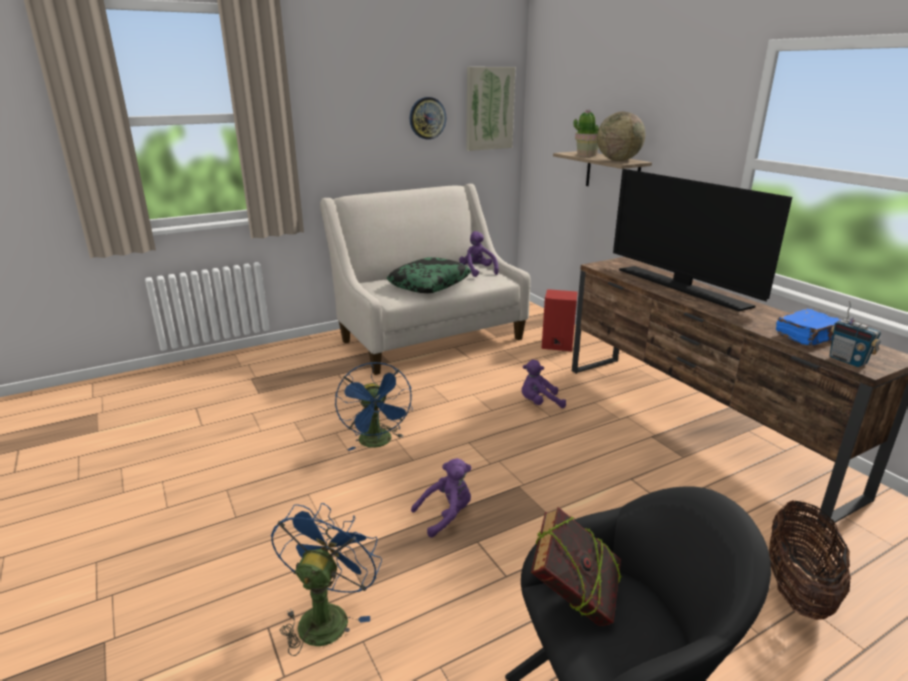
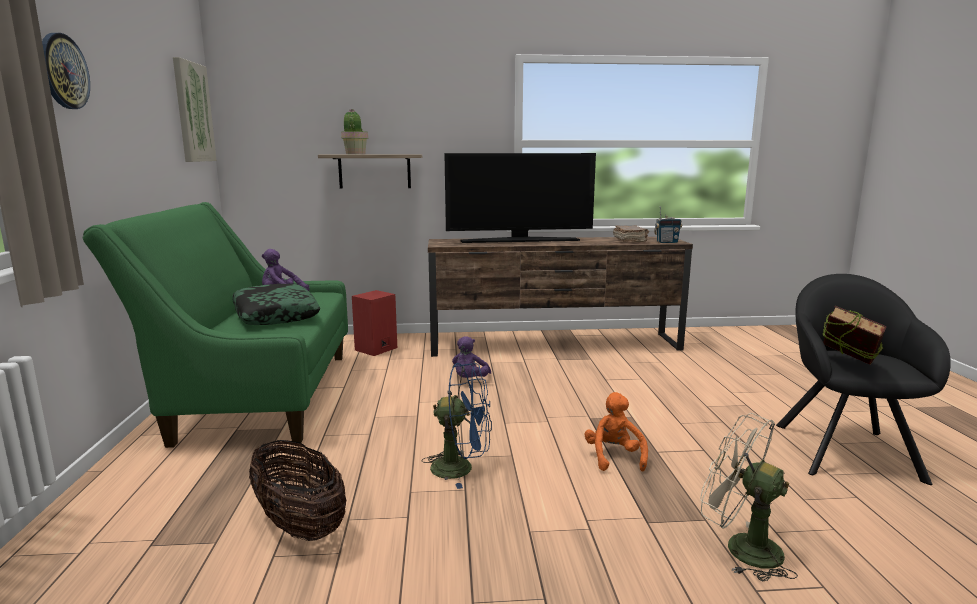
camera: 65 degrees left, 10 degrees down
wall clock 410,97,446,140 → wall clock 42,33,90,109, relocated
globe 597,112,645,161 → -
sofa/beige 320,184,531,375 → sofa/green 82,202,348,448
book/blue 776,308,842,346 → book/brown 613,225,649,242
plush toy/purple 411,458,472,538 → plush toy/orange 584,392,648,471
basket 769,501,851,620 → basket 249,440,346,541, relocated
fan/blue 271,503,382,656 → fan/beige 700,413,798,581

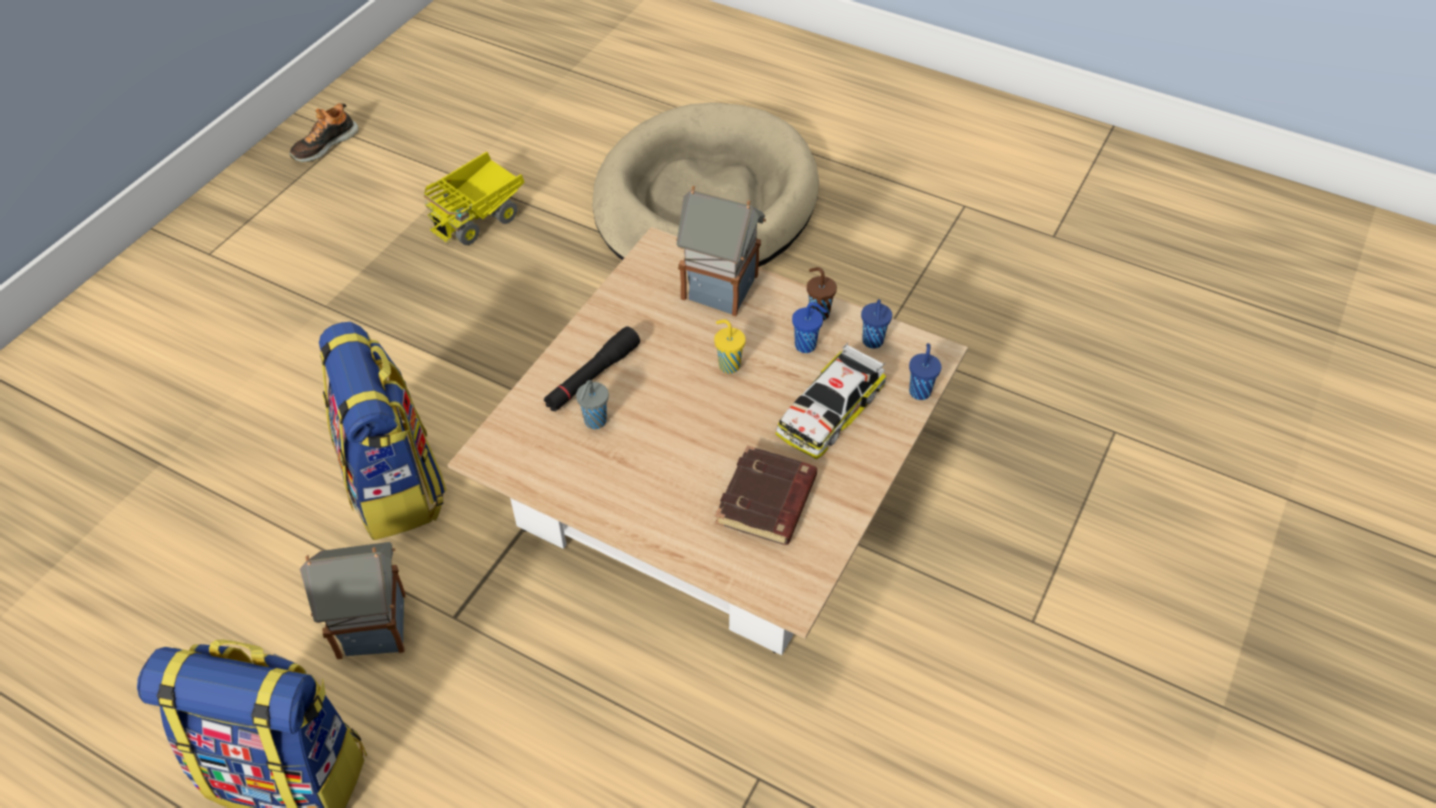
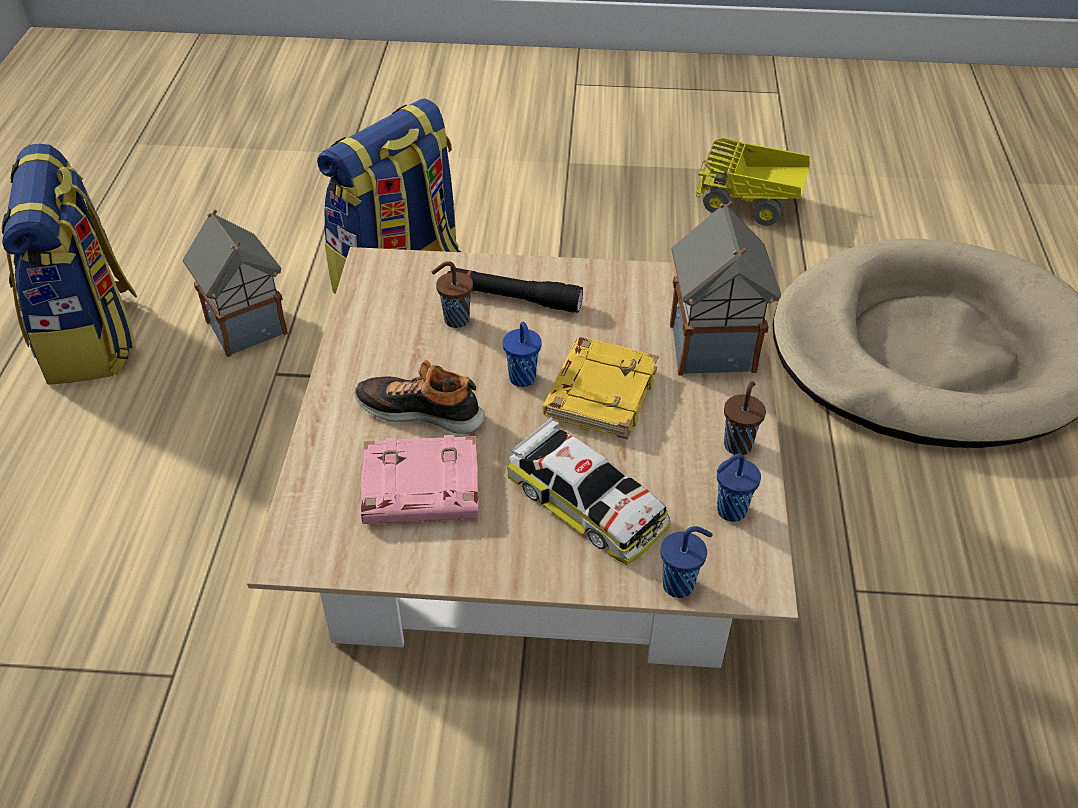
camera: 65 degrees right, 5 degrees down
shoe 289,103,359,162 → shoe 354,360,485,434, relocated
cup/blue 792,302,827,353 → cup/blue 503,322,542,387, relocated
cup/yellow 714,319,746,374 → book/yellow 543,338,659,439
toy car 775,343,886,459 → toy car 507,416,671,565, 150 degrees counterclockwise
cup/grey 576,380,609,429 → cup/brown 432,261,473,328
book/brown 715,445,817,545 → book/pink 361,435,479,524

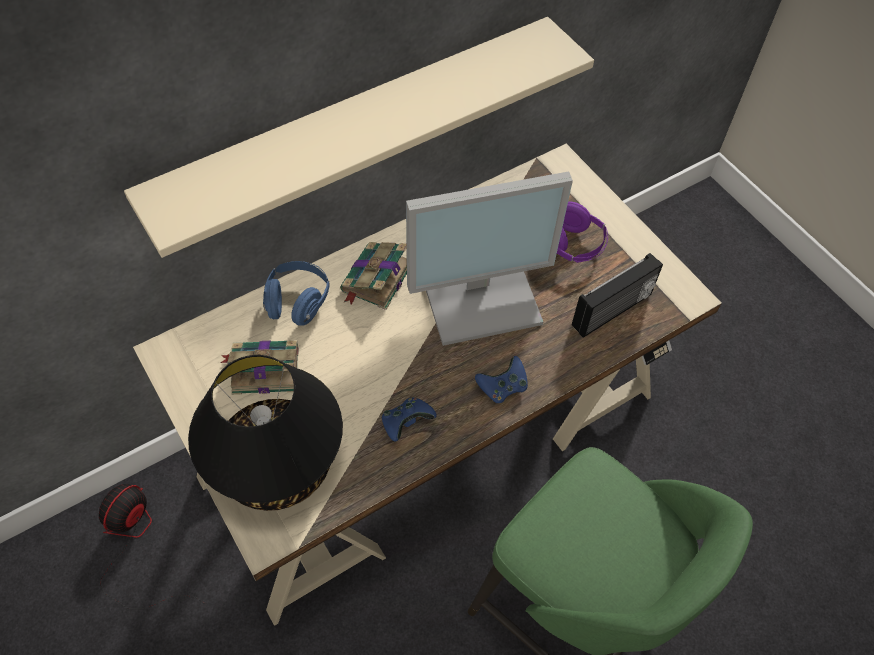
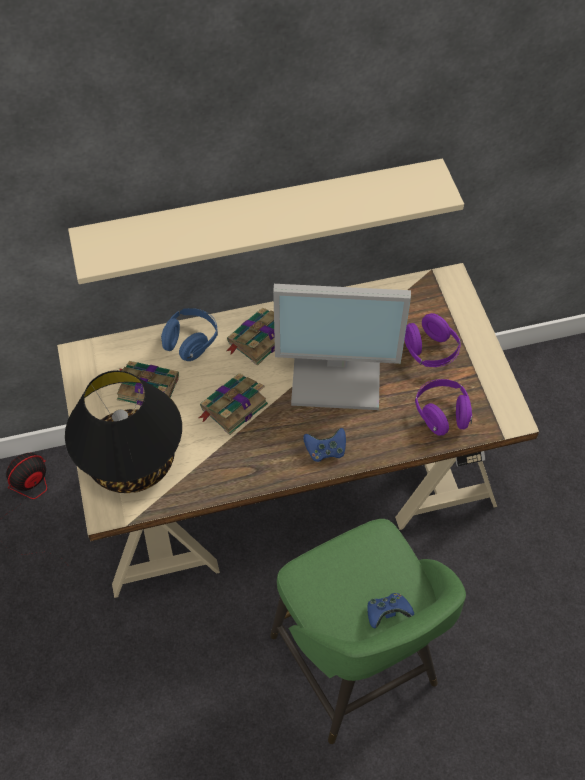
camera: 20 degrees right, 0 degrees up
radio 572,253,663,338 → headphones/purple 415,379,472,436
game controller/blue 382,398,437,441 → game controller/blue 367,593,414,628, relocated
- → book 199,373,268,435

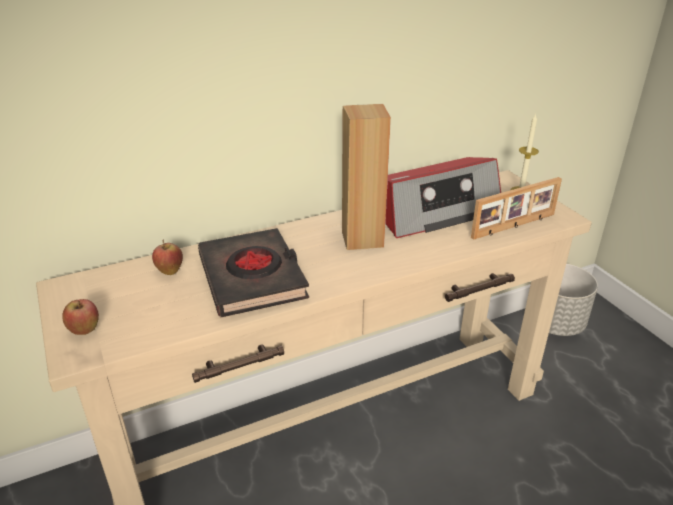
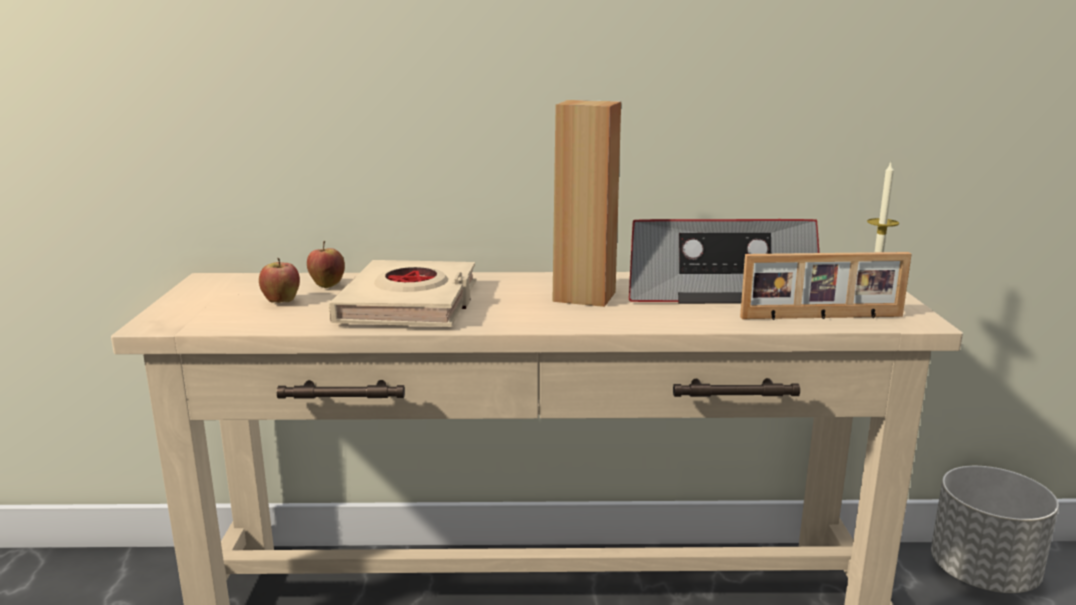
camera: 25 degrees right, 15 degrees down
book/black 198,228,309,317 → book/beige 328,260,477,327
apple 62,299,99,335 → apple 259,258,300,303, relocated

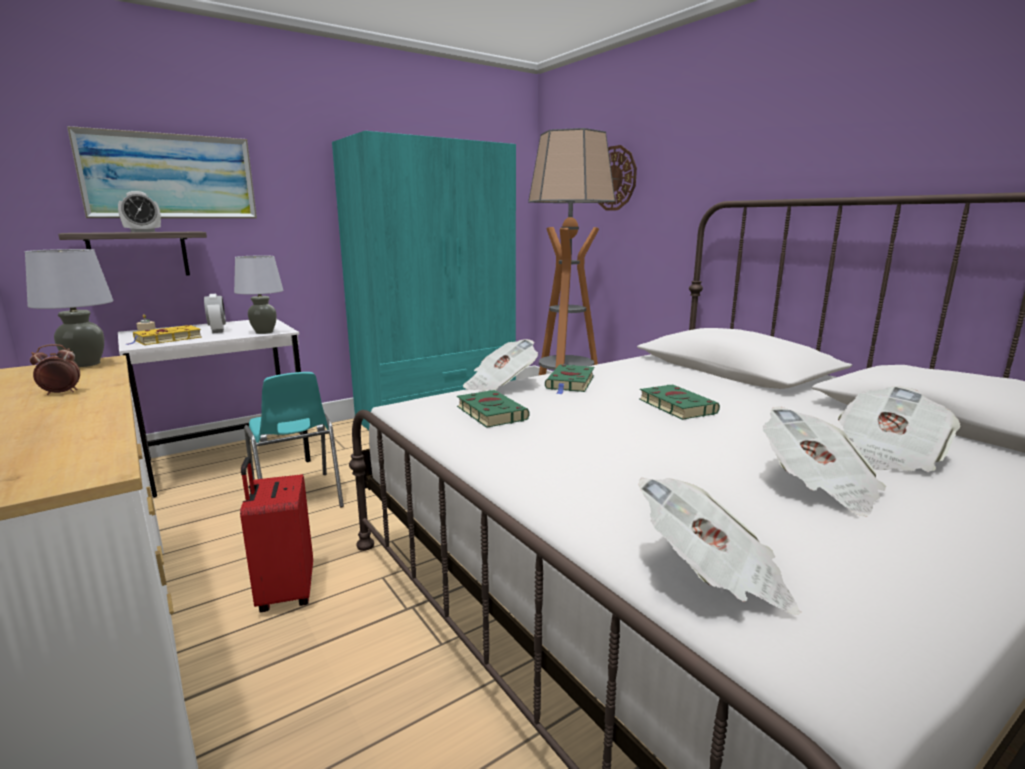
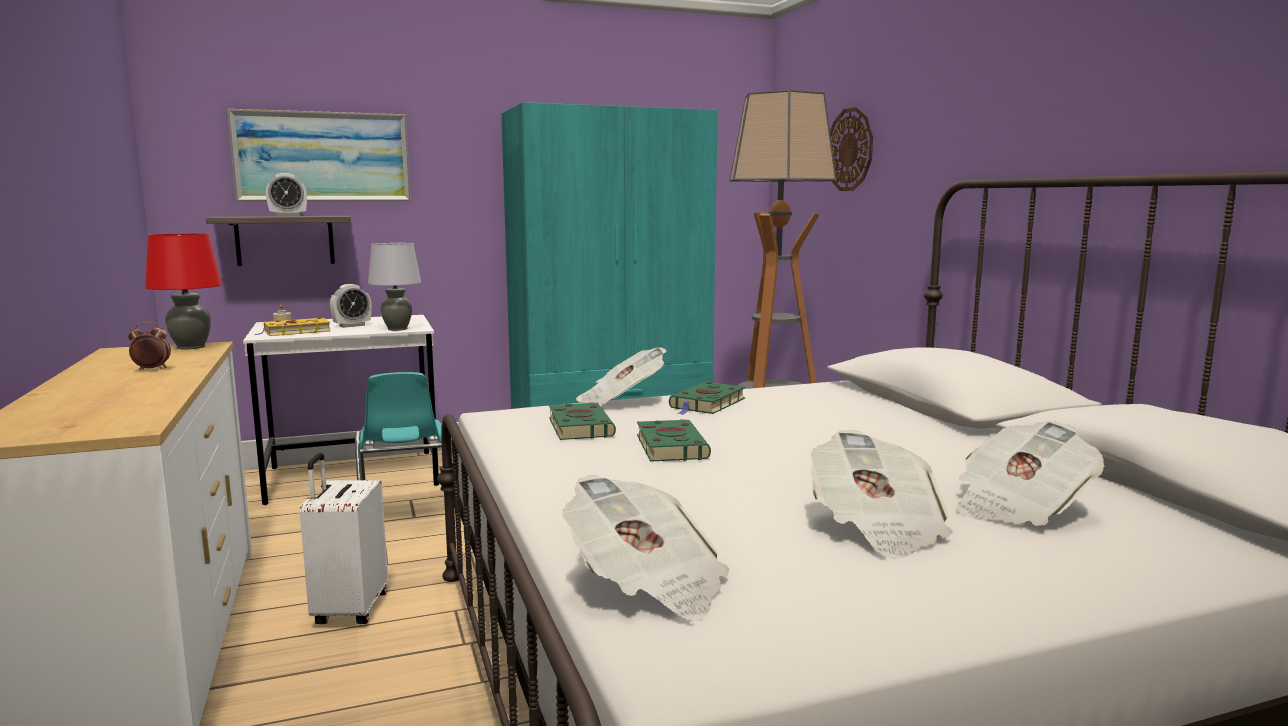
camera: 15 degrees right, 5 degrees down
table lamp/grey 25,249,114,367 → table lamp/red 145,233,222,350
alarm clock 204,294,226,333 → alarm clock 330,284,372,328, 60 degrees clockwise
book/green 639,384,720,420 → book/green 637,419,711,462, relocated
suitcase/red 240,457,313,612 → suitcase/white 300,453,388,624

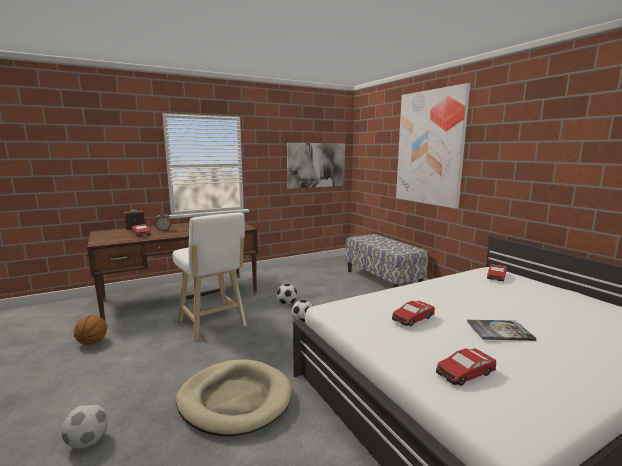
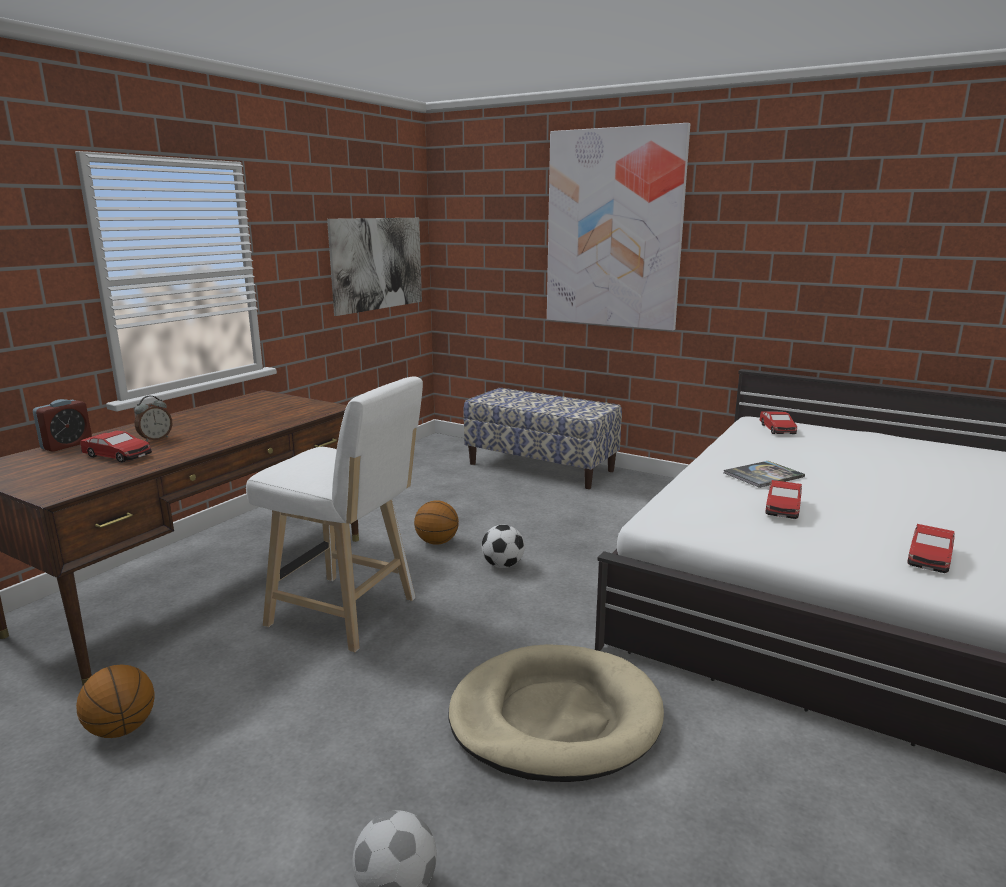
camera: 30 degrees left, 5 degrees up
football 277,284,298,305 → basketball 414,500,459,545
book 467,320,537,341 → book 724,461,805,488, relocated

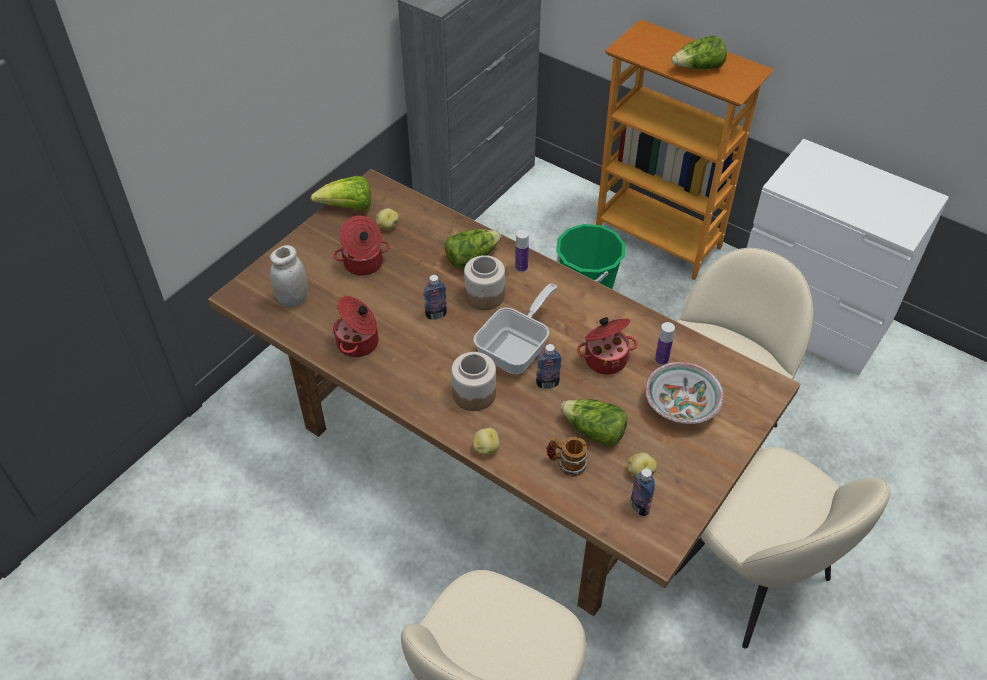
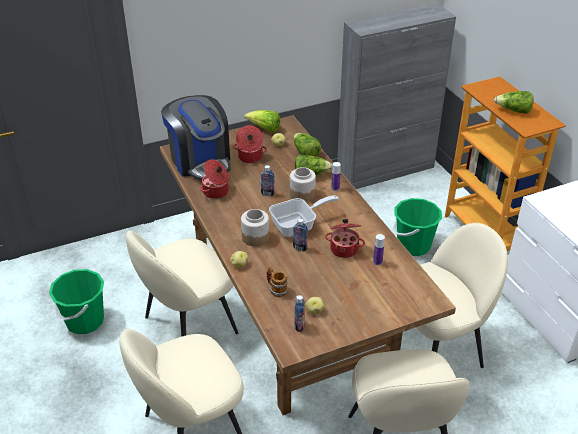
camera: 30 degrees right, 10 degrees down
jar/white 270,245,308,308 → coffee machine 161,95,231,181
bowl 645,362,724,424 → -
lettuce 561,399,628,447 → lettuce 294,133,321,157, relocated
- → chair/beige 126,230,238,337
- → bucket/green 49,269,104,334

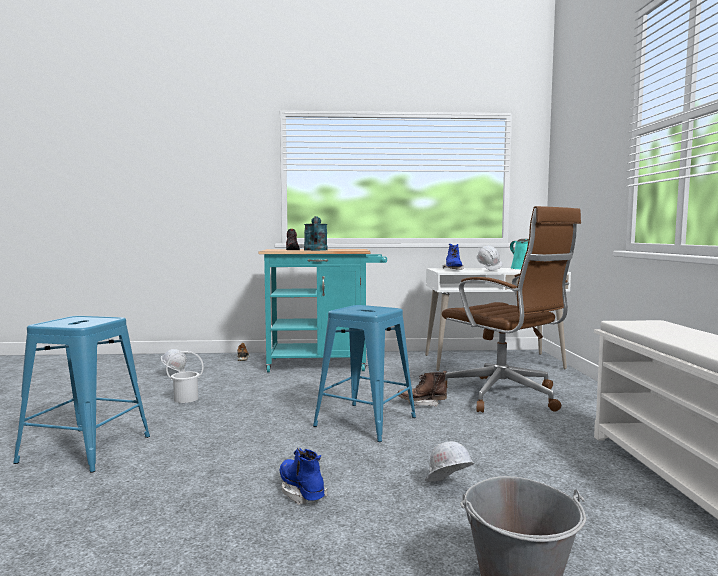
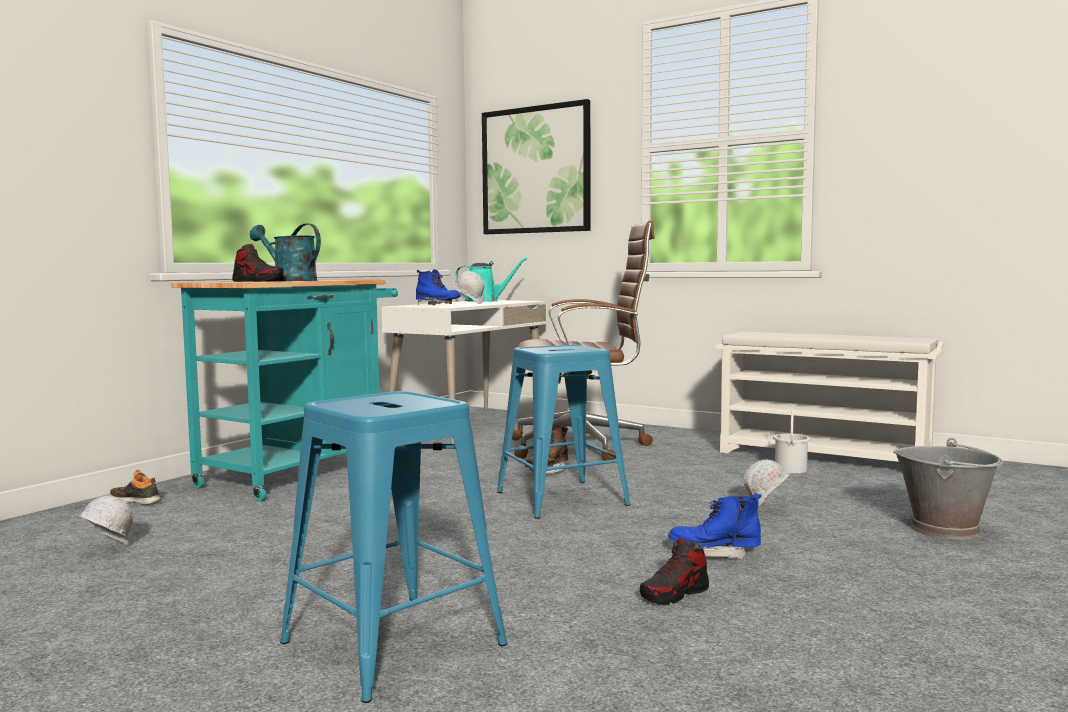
camera: 55 degrees left, 0 degrees up
bucket/white 166,351,204,403 → bucket/white 773,404,811,474, relocated
- → picture 482,99,590,234
- → shoe 640,538,709,605

